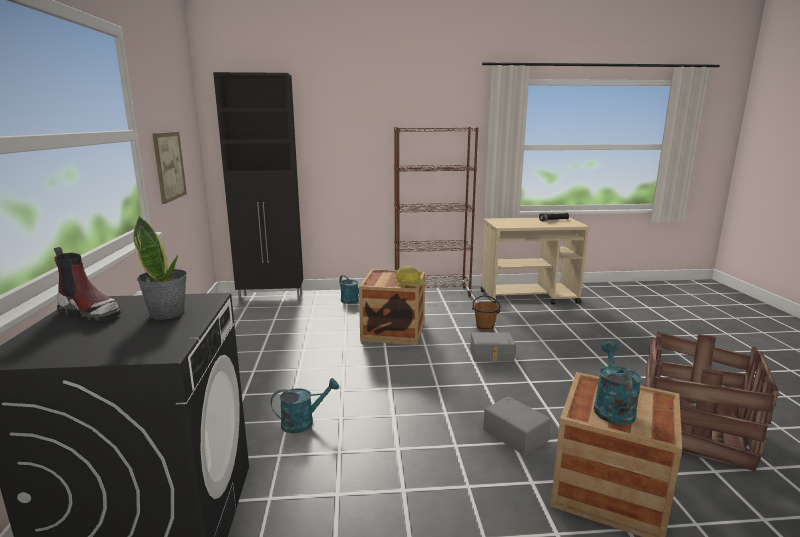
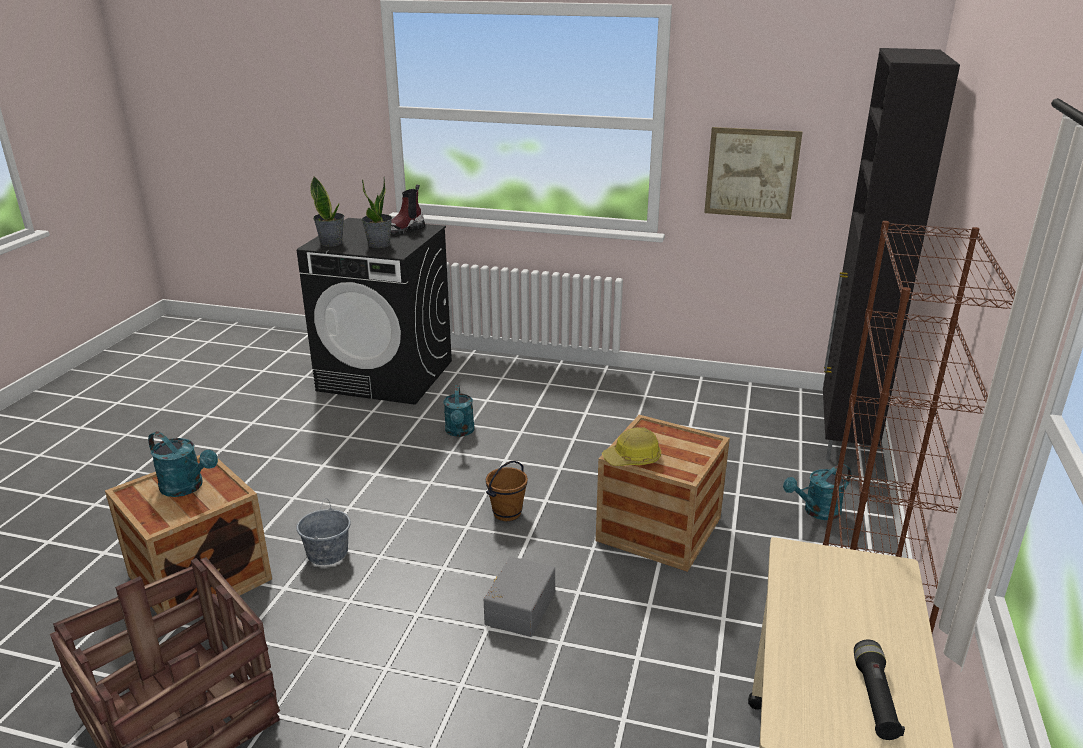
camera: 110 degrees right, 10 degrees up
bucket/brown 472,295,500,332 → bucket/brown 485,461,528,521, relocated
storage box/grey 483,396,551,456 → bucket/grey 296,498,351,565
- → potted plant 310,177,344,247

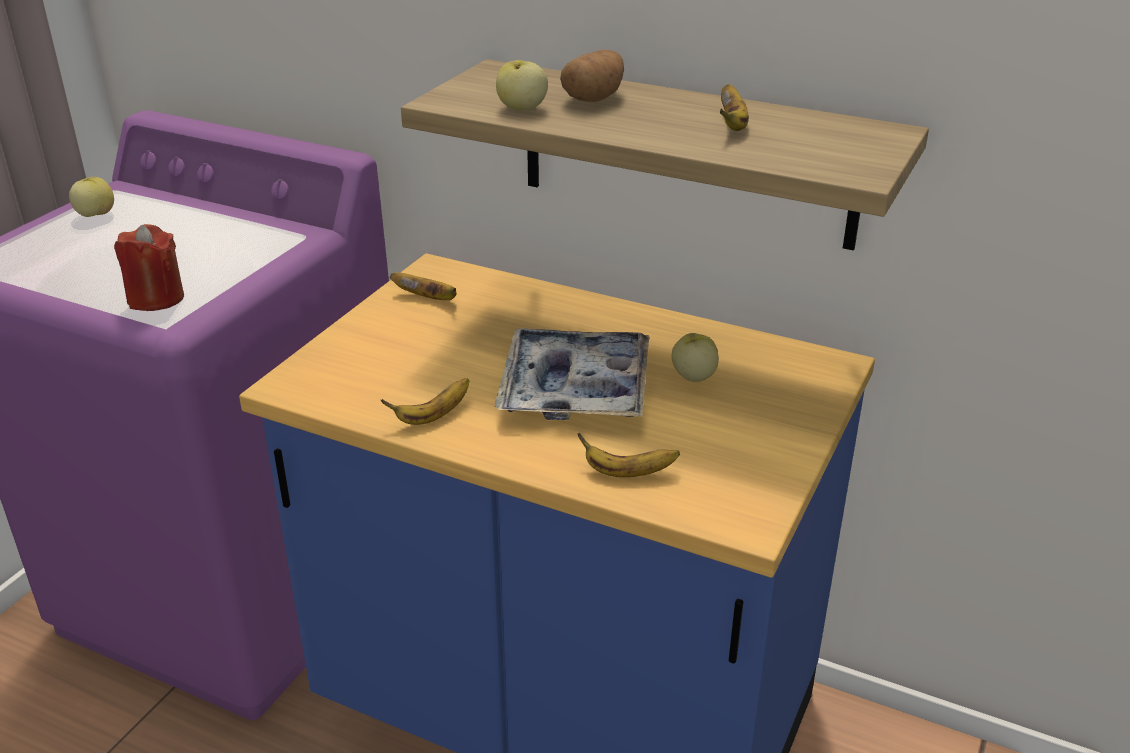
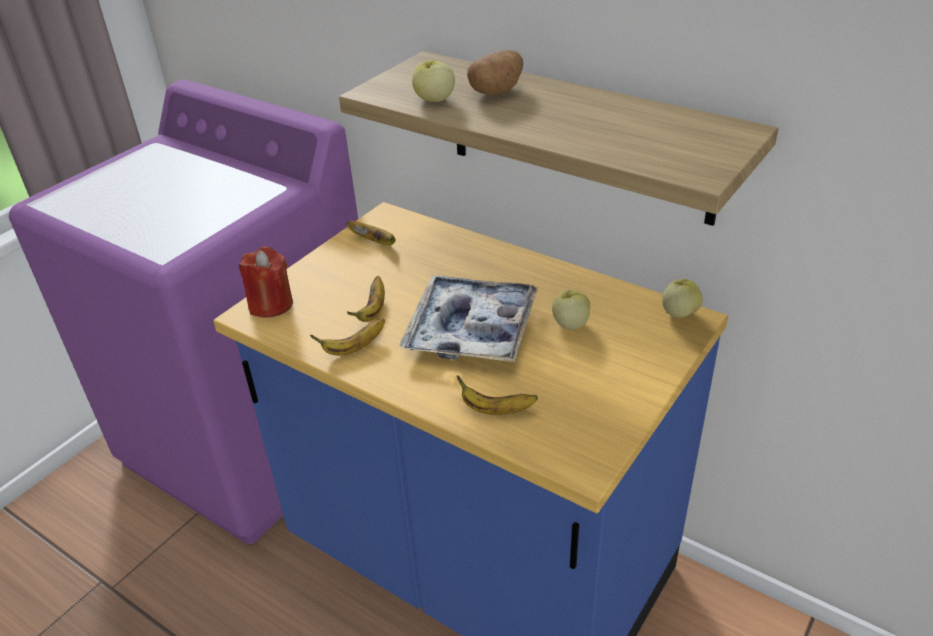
camera: 10 degrees right, 5 degrees up
banana 720,84,749,131 → banana 347,276,385,322, relocated
apple 69,177,114,217 → apple 662,279,703,318, relocated
candle/red 114,224,184,311 → candle/red 239,246,293,318, relocated

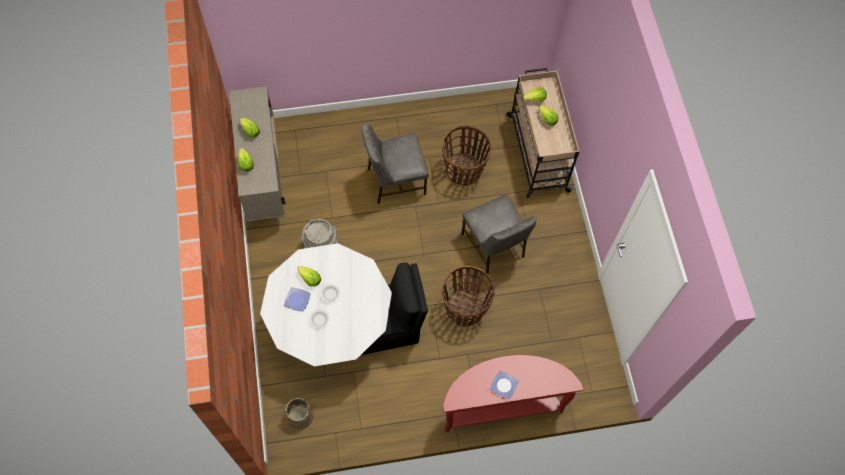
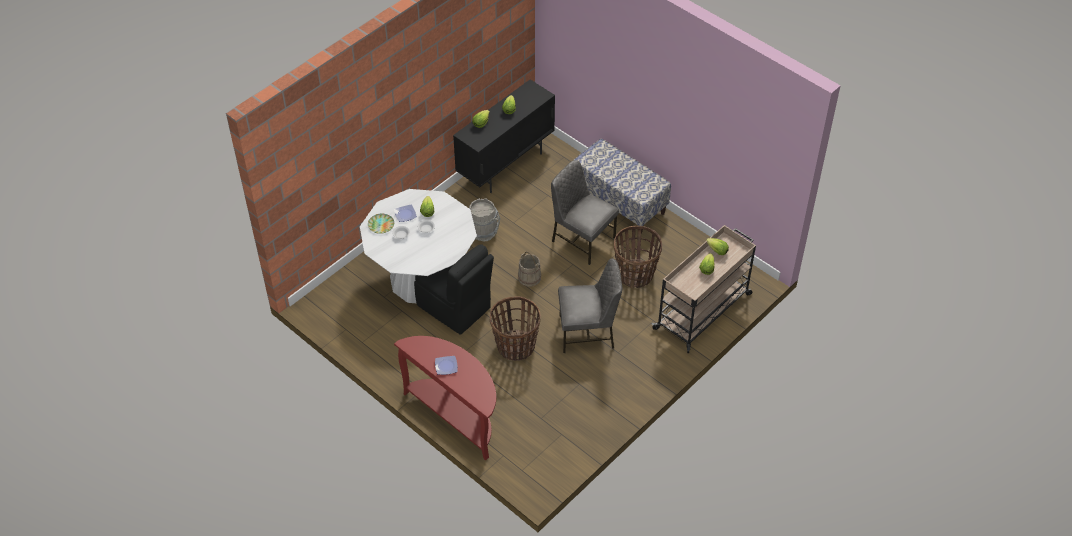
camera: 55 degrees right, 15 degrees down
cabinet/beige 229,86,286,221 → cabinet/black 453,80,555,193
chair/grey 461,194,536,274 → chair/grey 558,258,622,353, 120 degrees counterclockwise
bucket/beige 283,398,313,429 → bucket/beige 518,251,541,287, relocated
- → bench 574,139,671,233
- → plate 368,214,394,234

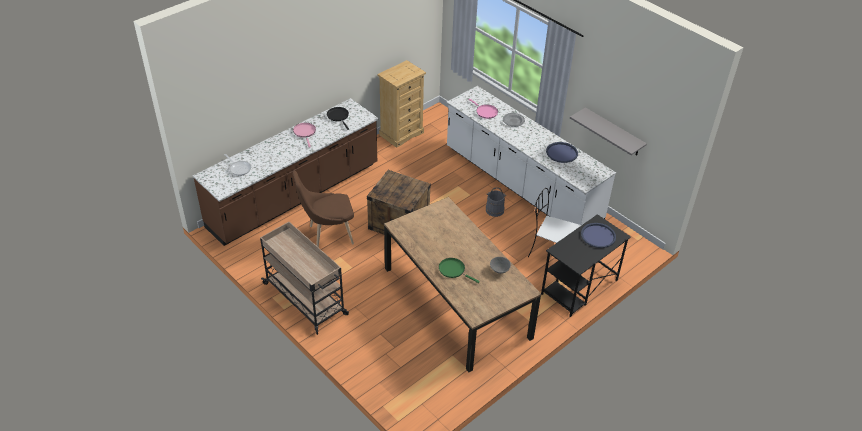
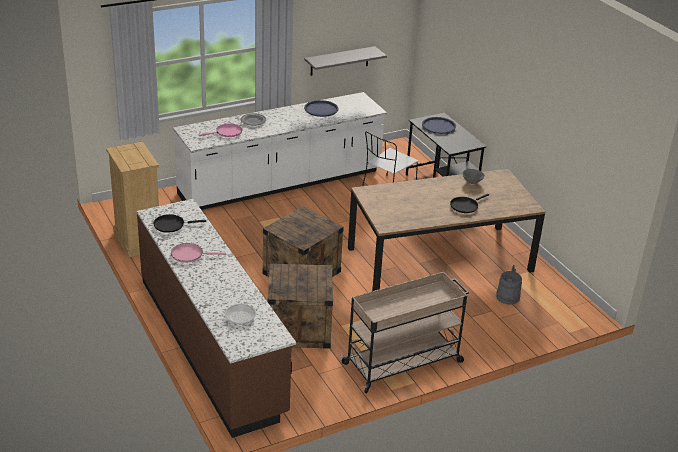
camera: 75 degrees left, 10 degrees down
chair/brown 292,171,354,247 → crate 268,264,333,349
bucket/grey 486,187,506,217 → bucket/grey 496,265,522,304, relocated
frying pan/green 439,258,480,283 → frying pan/black 450,194,489,213

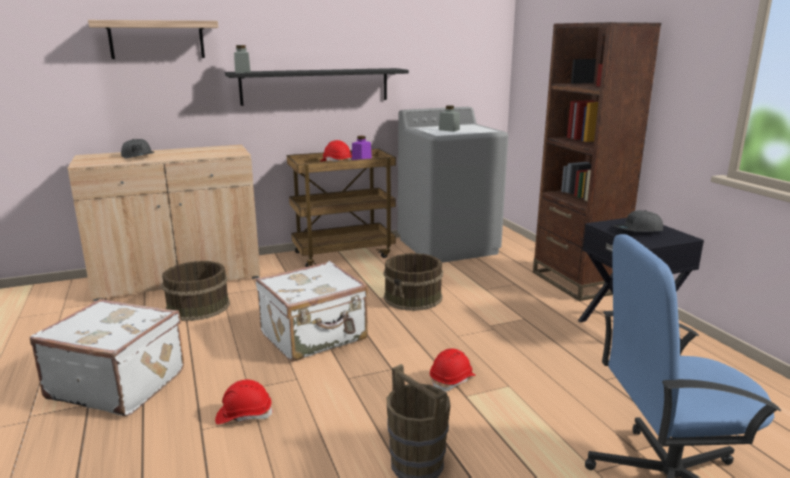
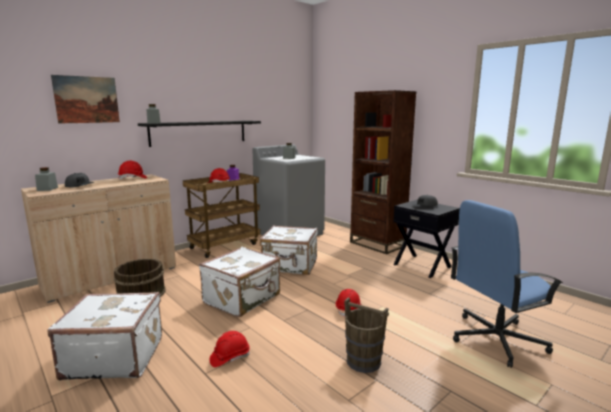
camera: 20 degrees left, 5 degrees down
shelf 88,20,218,59 → picture 51,75,120,124
bucket/brown 384,253,443,311 → suitcase/white 260,225,318,275
- → hard hat/red 118,161,148,179
- → jar/grey 35,167,58,191

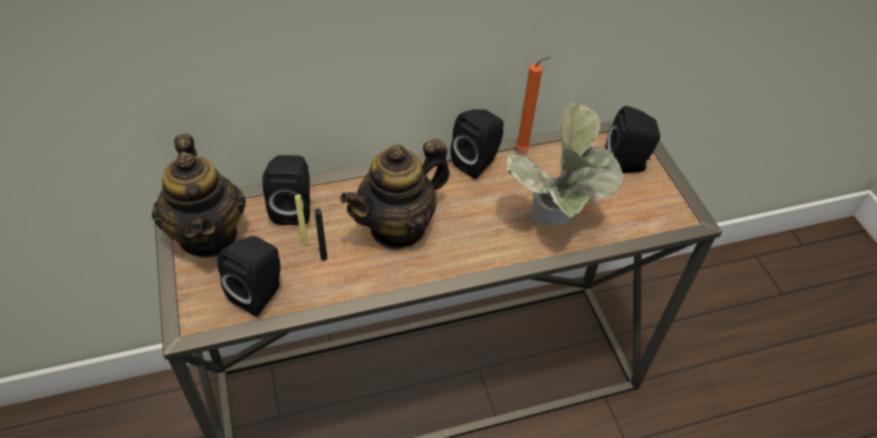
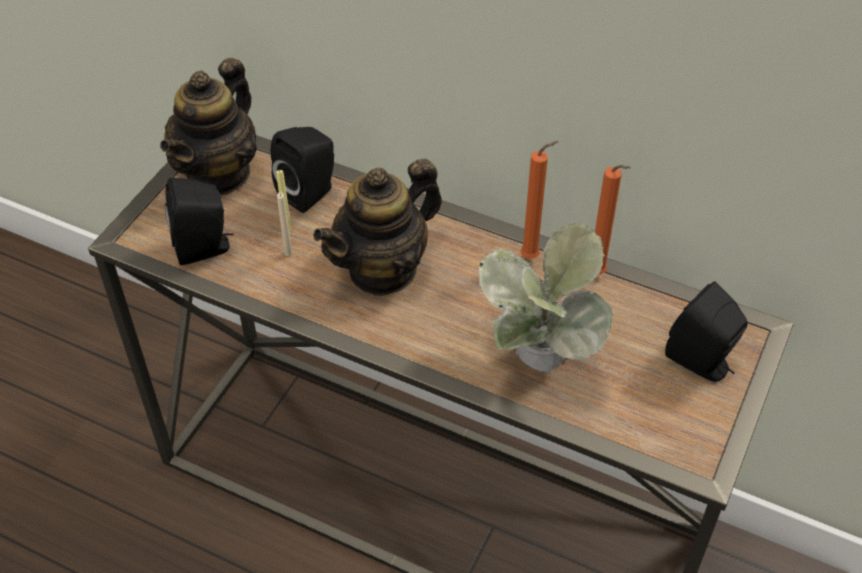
camera: 45 degrees right, 0 degrees up
speaker/black 451,109,504,179 → candle/orange 521,141,558,259
teapot 340,139,450,250 → teapot 313,159,442,296, 45 degrees counterclockwise
candle/black 315,209,327,261 → candle/beige 277,192,292,256

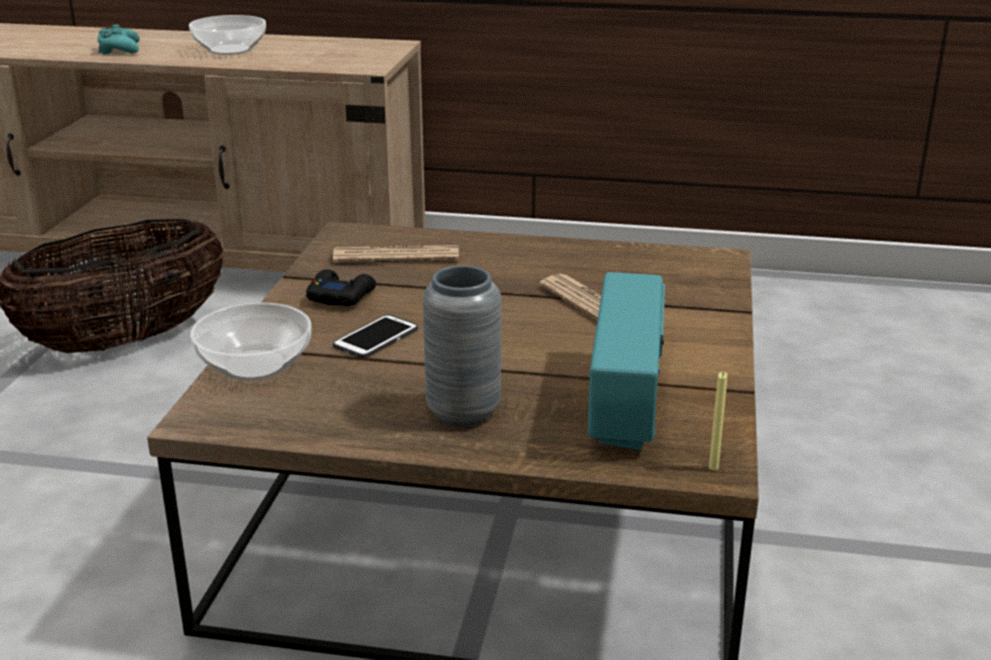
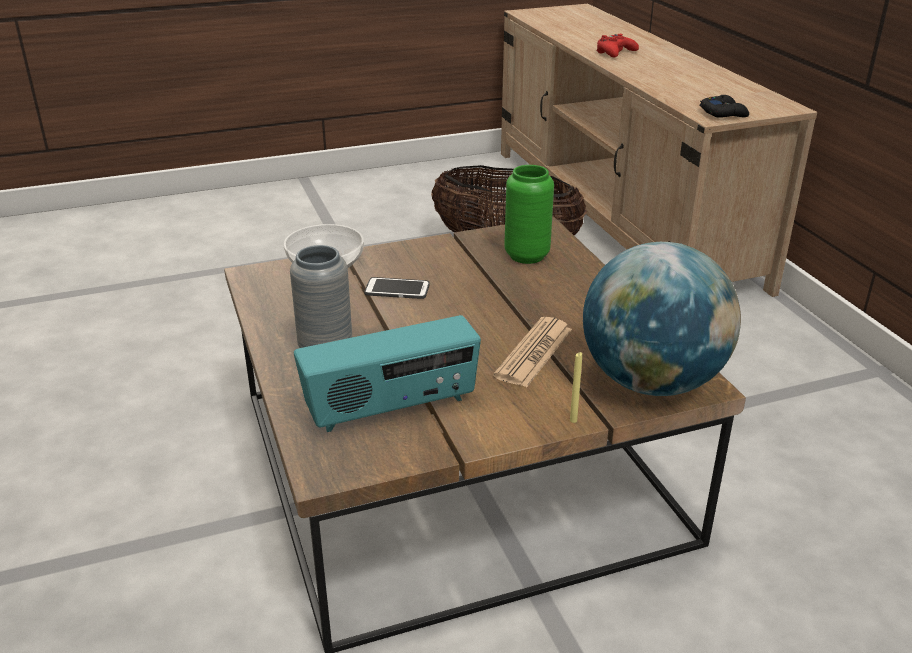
camera: 60 degrees right, 5 degrees up
bowl 189,15,266,55 → -
game controller/turquoise 98,25,140,55 → game controller/red 597,34,639,58
newspaper 333,245,459,263 → vase/green 504,165,554,264
game controller/black 306,269,376,306 → game controller/black 700,95,749,118, relocated
candle/yellow 709,371,727,470 → candle/yellow 570,352,582,423, relocated
- → globe 583,242,741,396

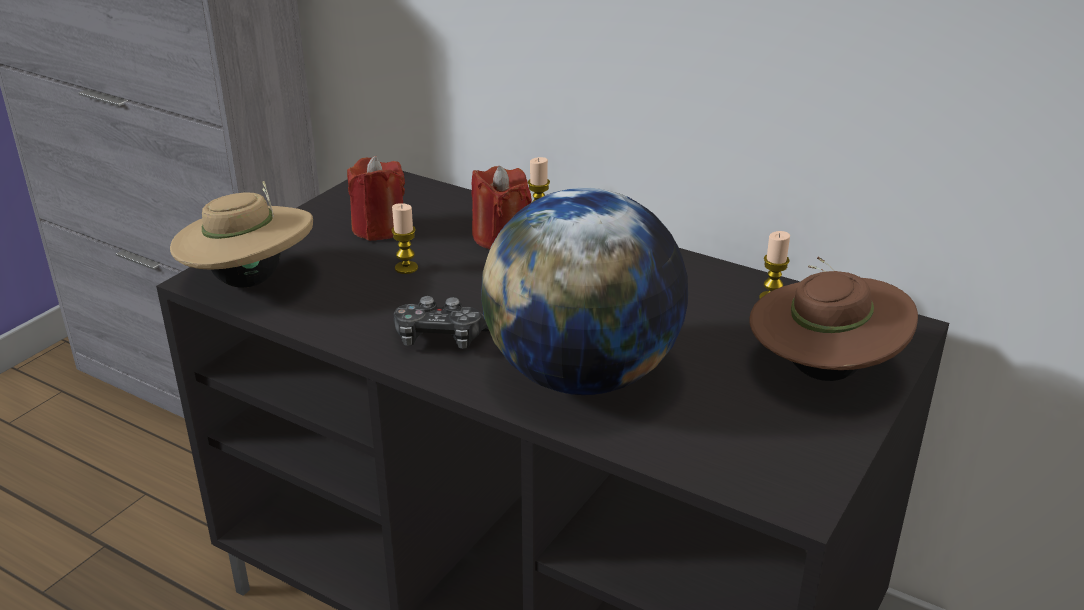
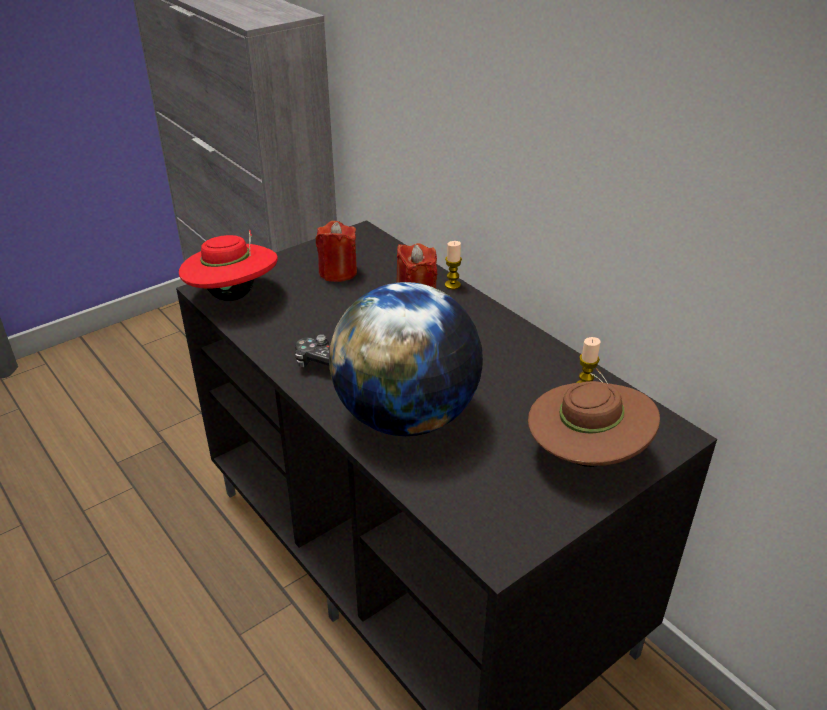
camera: 20 degrees right, 5 degrees up
hat/beige 170,181,313,288 → hat/red 179,230,278,301
candle 391,203,418,274 → -

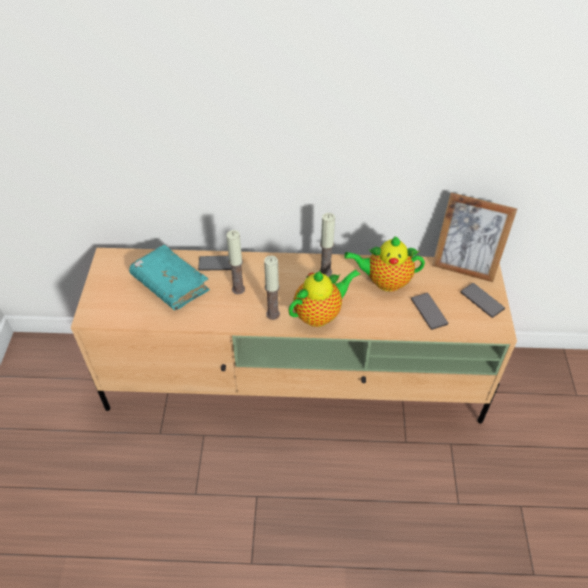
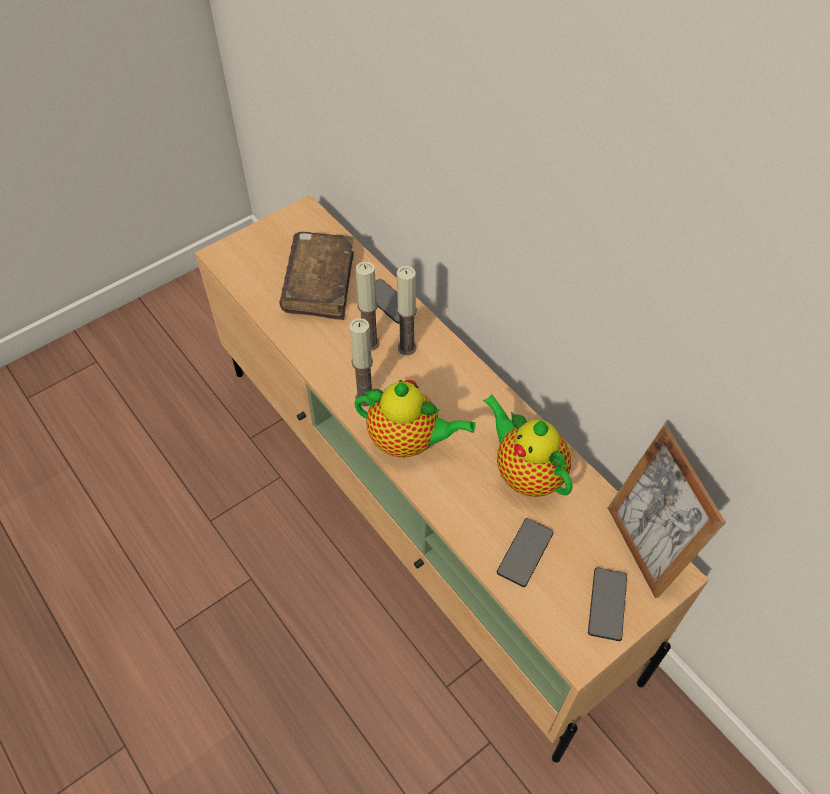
camera: 50 degrees right, 5 degrees up
candle 319,213,335,276 → candle 397,266,417,355, relocated
book/turquoise 129,245,210,310 → book/brown 279,232,354,320

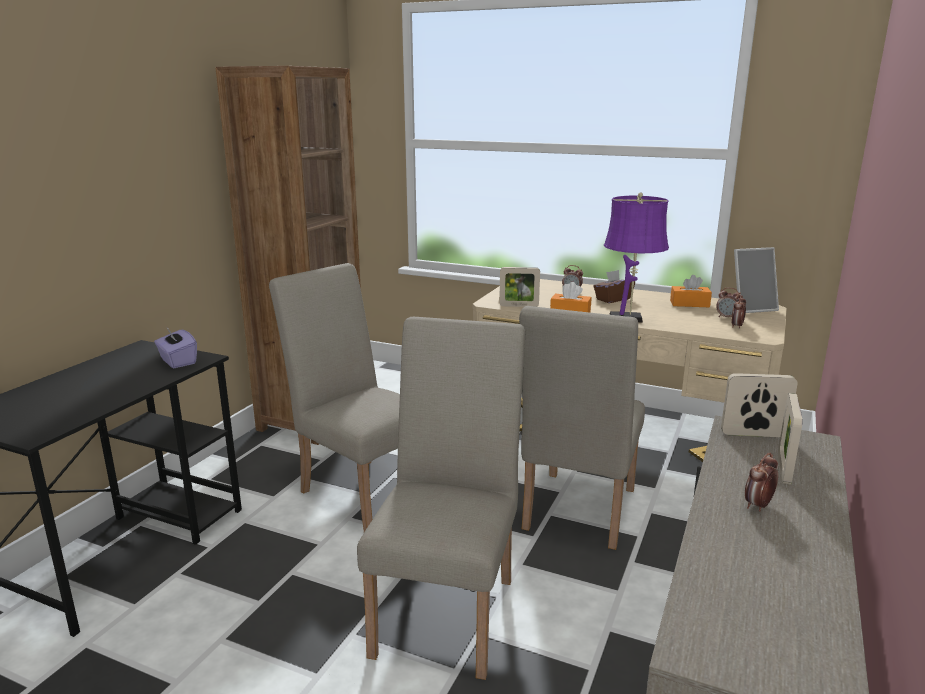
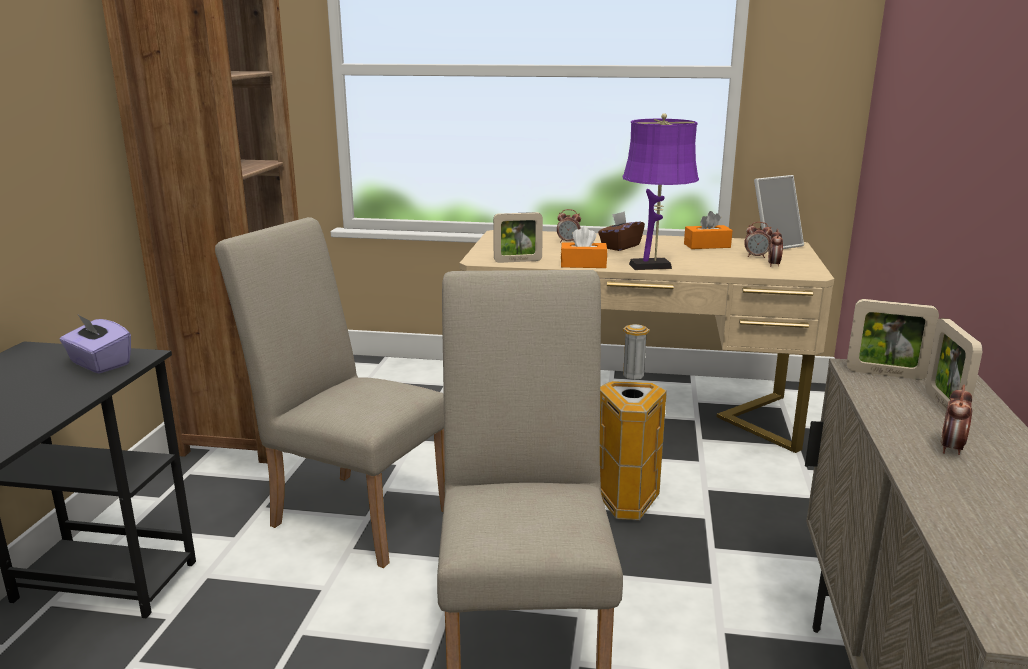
camera: 15 degrees left, 0 degrees up
chair/beige 519,306,645,550 → trash can 600,324,667,520
picture frame 721,373,798,437 → picture frame 847,299,939,380, 150 degrees counterclockwise

